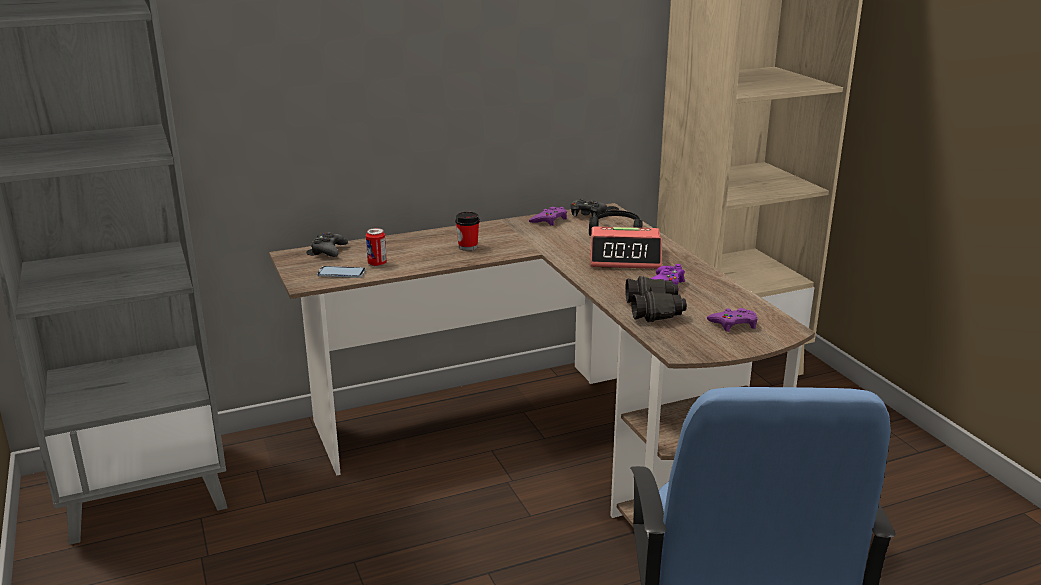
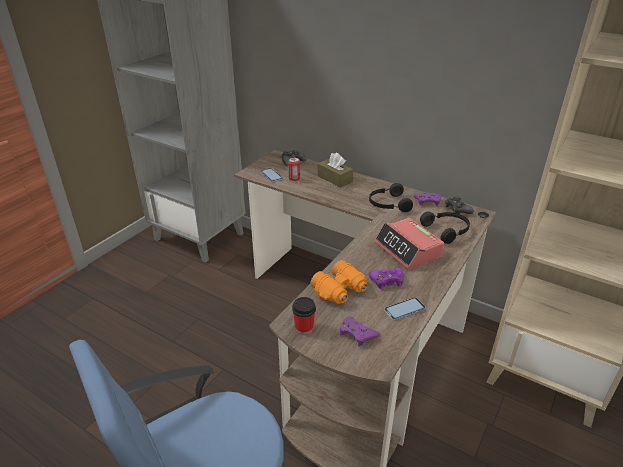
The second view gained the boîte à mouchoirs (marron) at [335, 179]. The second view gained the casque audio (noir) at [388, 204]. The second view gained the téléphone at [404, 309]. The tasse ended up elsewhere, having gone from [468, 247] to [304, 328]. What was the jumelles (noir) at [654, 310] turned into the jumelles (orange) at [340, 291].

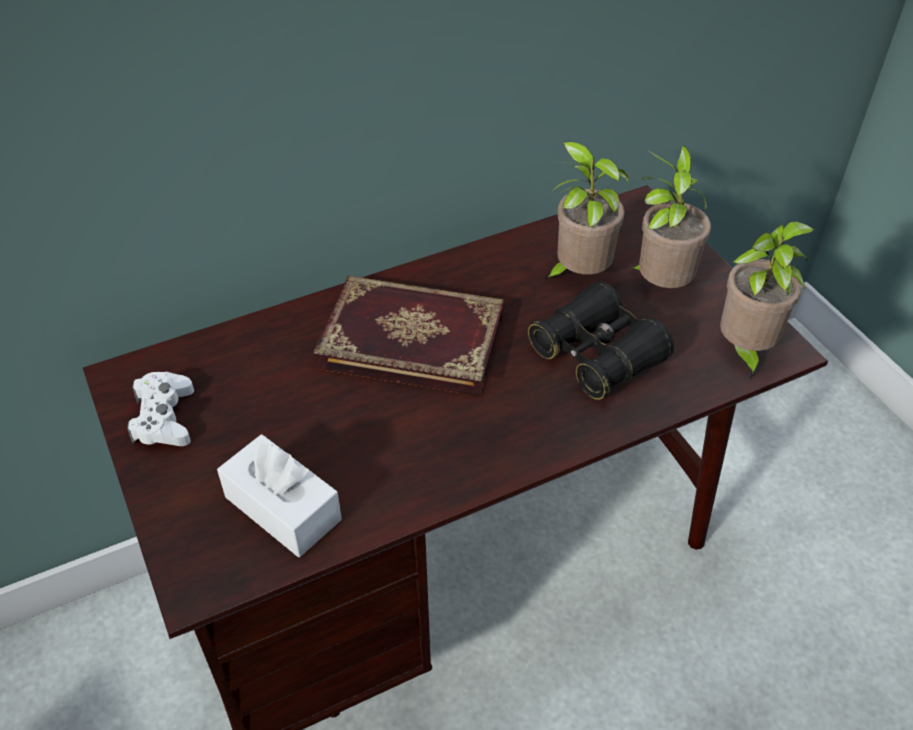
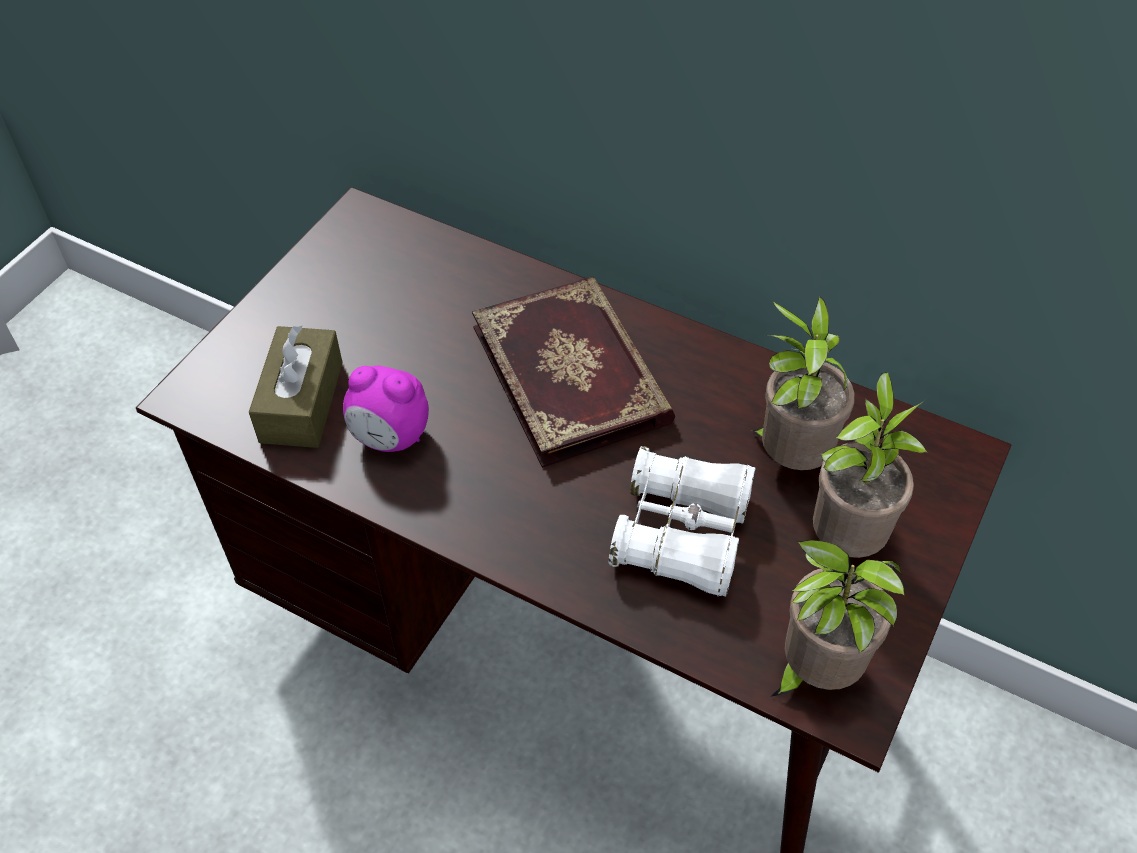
The second view lost the manette (blanc) at [164, 418]. The second view gained the réveil at [390, 437]. What was the boîte à mouchoirs (blanc) at [283, 508] turned into the boîte à mouchoirs (marron) at [301, 401]. What was the jumelles (noir) at [597, 355] turned into the jumelles (blanc) at [682, 534].

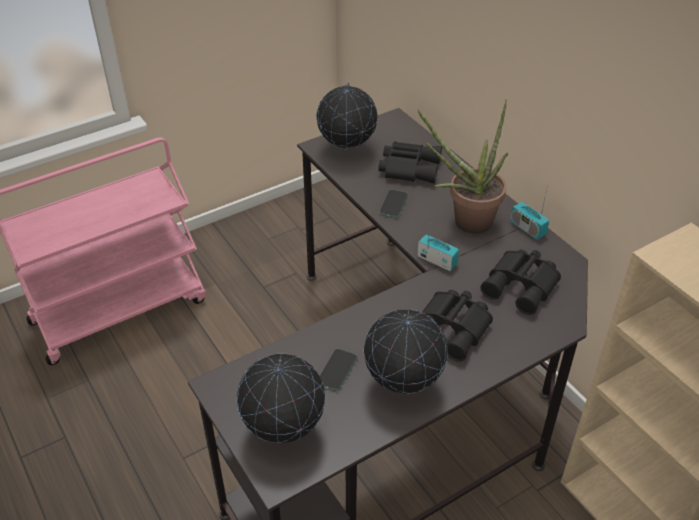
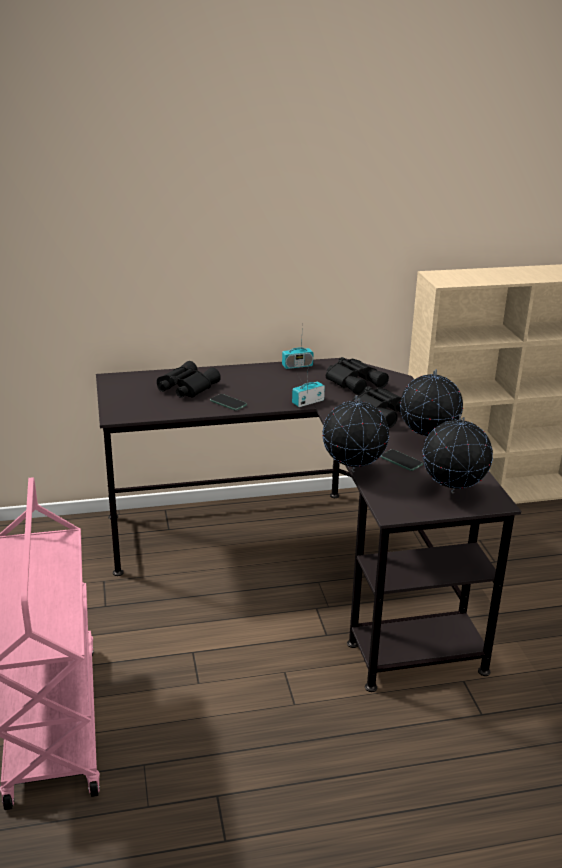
The second view lost the plante en pot at [464, 222]. The globe ended up elsewhere, having gone from [347, 149] to [353, 470].

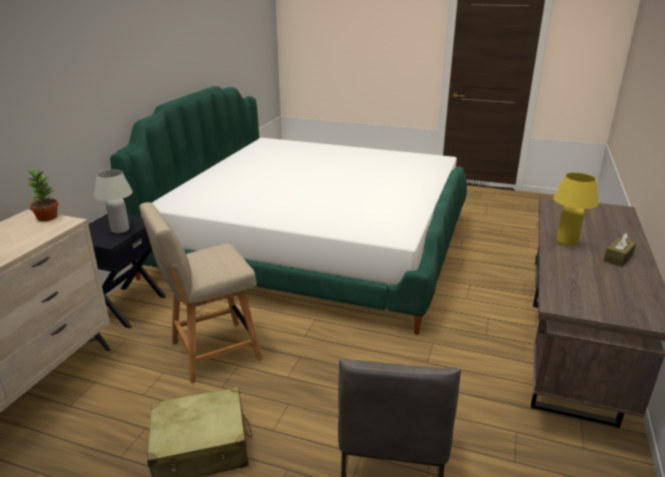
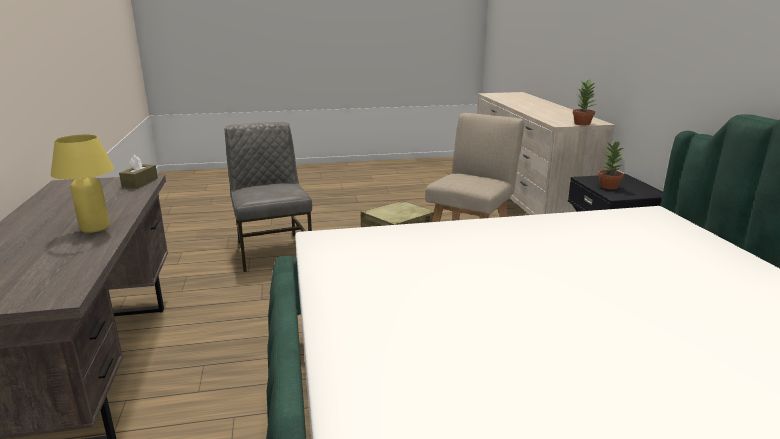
The boîte à mouchoirs (marron) ended up elsewhere, having gone from [618, 258] to [140, 183]. Where the lampe de table (blanc) stood at [120, 230], the plante en pot came to stand at [608, 186].

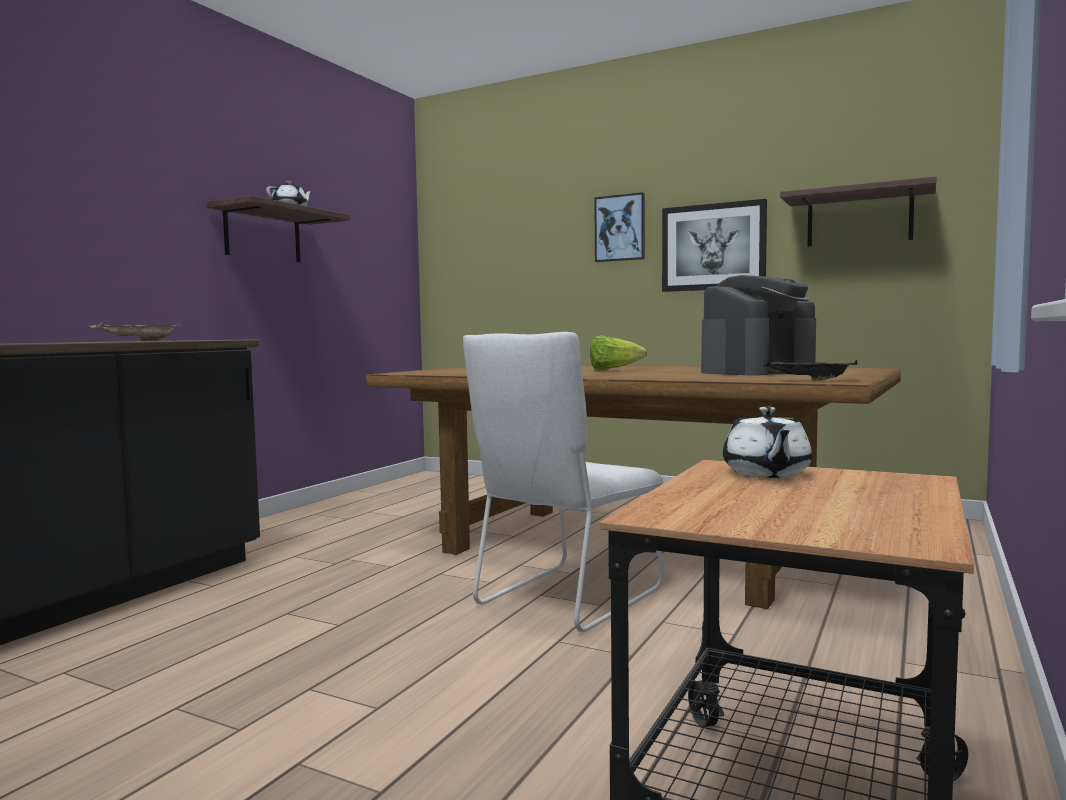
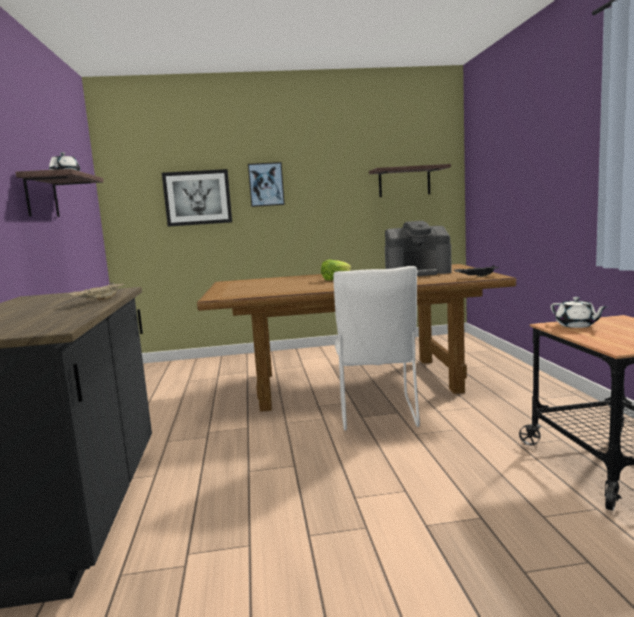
The tableau ended up elsewhere, having gone from [713, 247] to [197, 198]. The machine à café at [758, 371] ended up facing another way, 75 degrees clockwise from before.

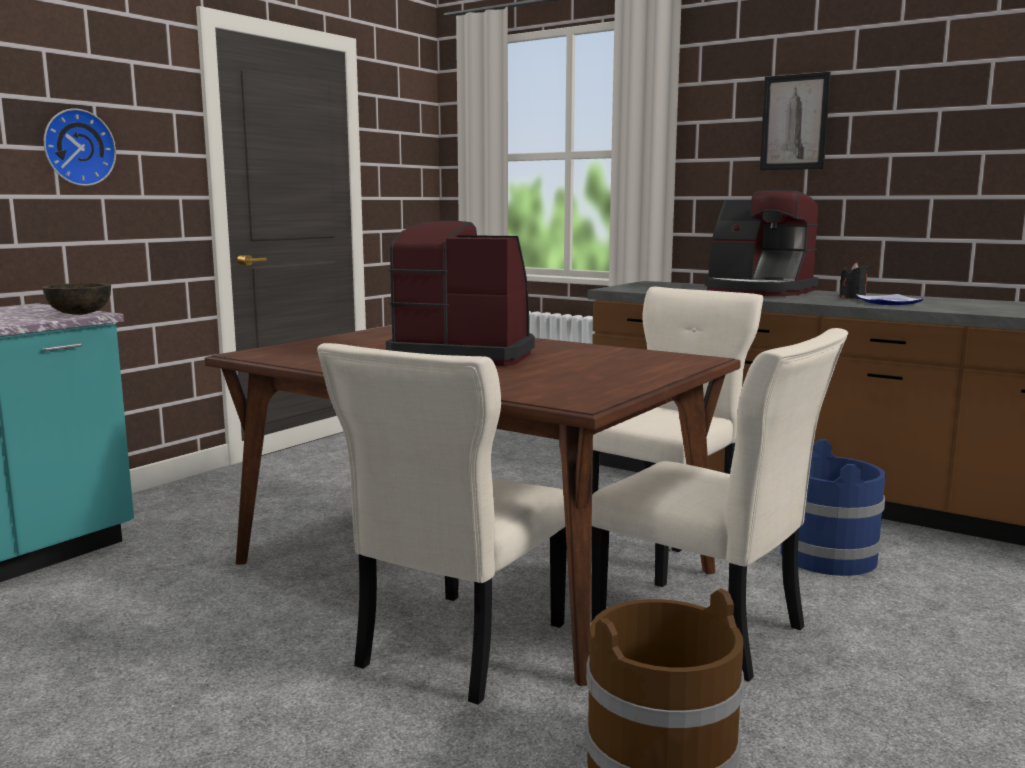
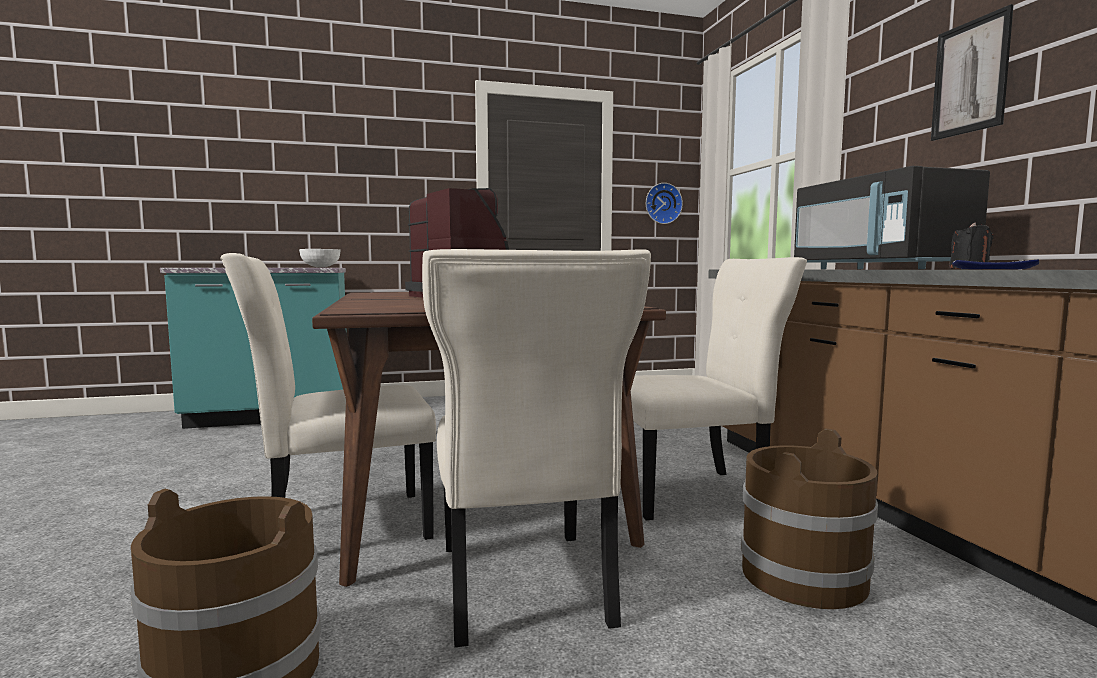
The horloge murale ended up elsewhere, having gone from [77, 147] to [662, 203]. Where the machine à café stood at [757, 291], the micro-ondes (noir) came to stand at [878, 269]. What was the bol (marron) at [79, 314] turned into the bol (blanc) at [320, 267]. What was the seau (bleu) at [828, 557] turned into the seau (marron) at [803, 576].

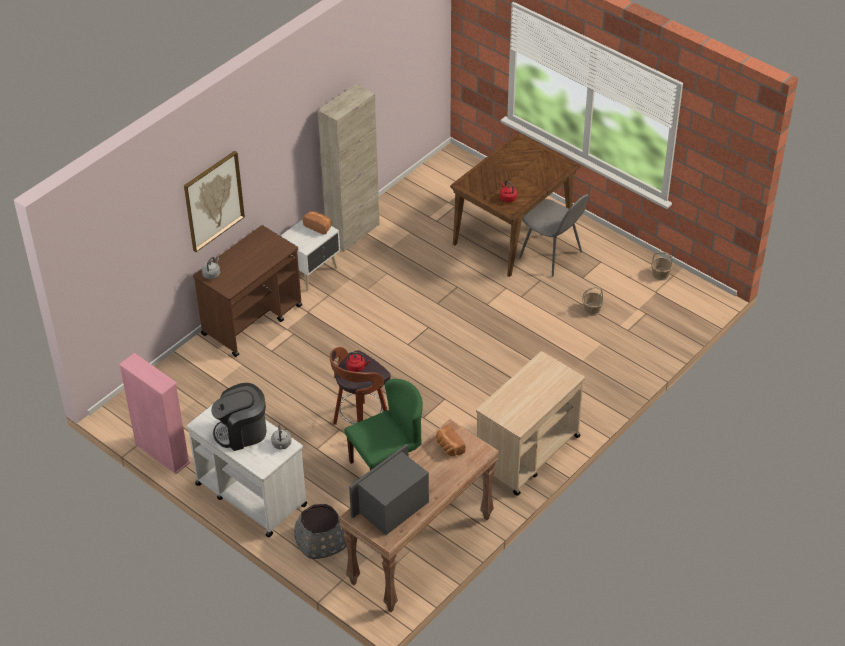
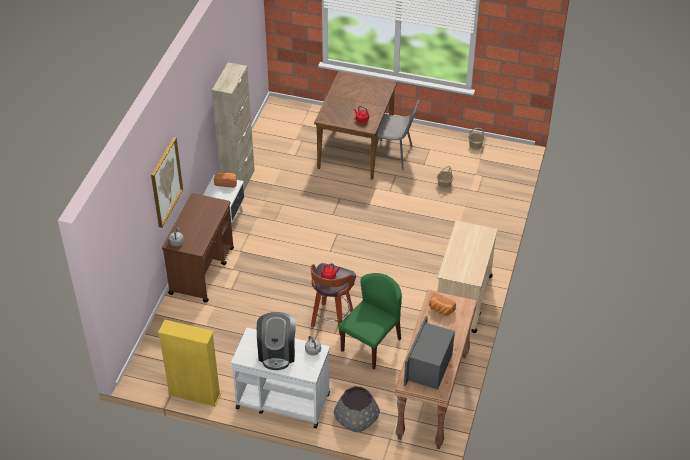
What was the bibliothèque (rose) at [162, 453] turned into the bibliothèque (jaune) at [194, 394]. The machine à café at [242, 432] ended up facing another way, 45 degrees counterclockwise from before.

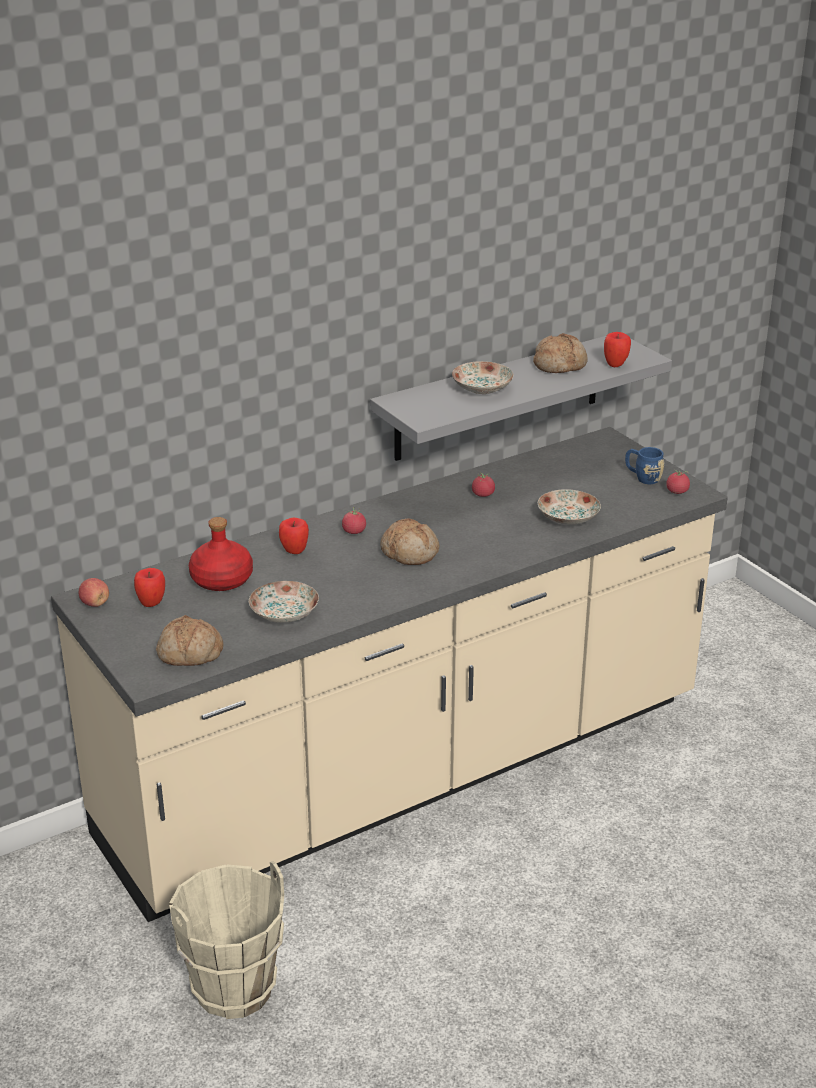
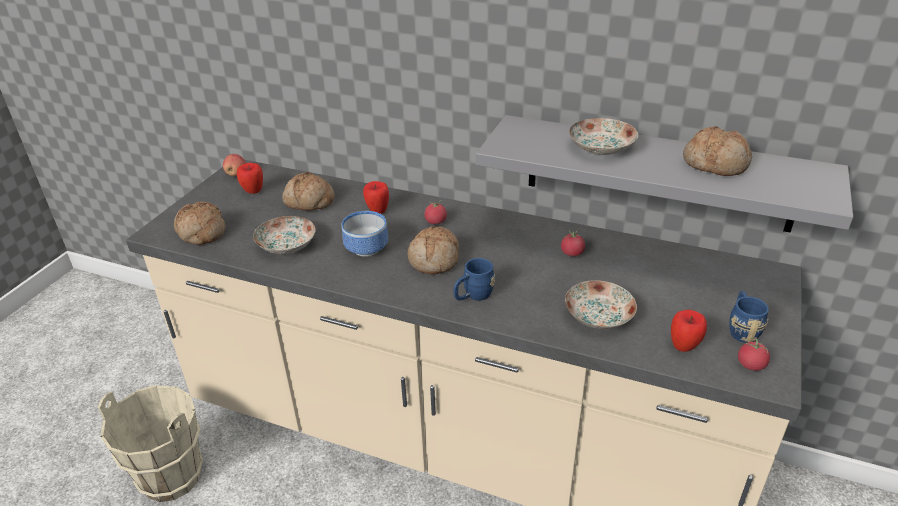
The second view gained the bol at [368, 248]. The second view gained the mug (bleu) at [473, 296]. The pomme ended up elsewhere, having gone from [615, 365] to [683, 347]. Where the bouteille (rouge) stood at [221, 580], the pain came to stand at [308, 202].

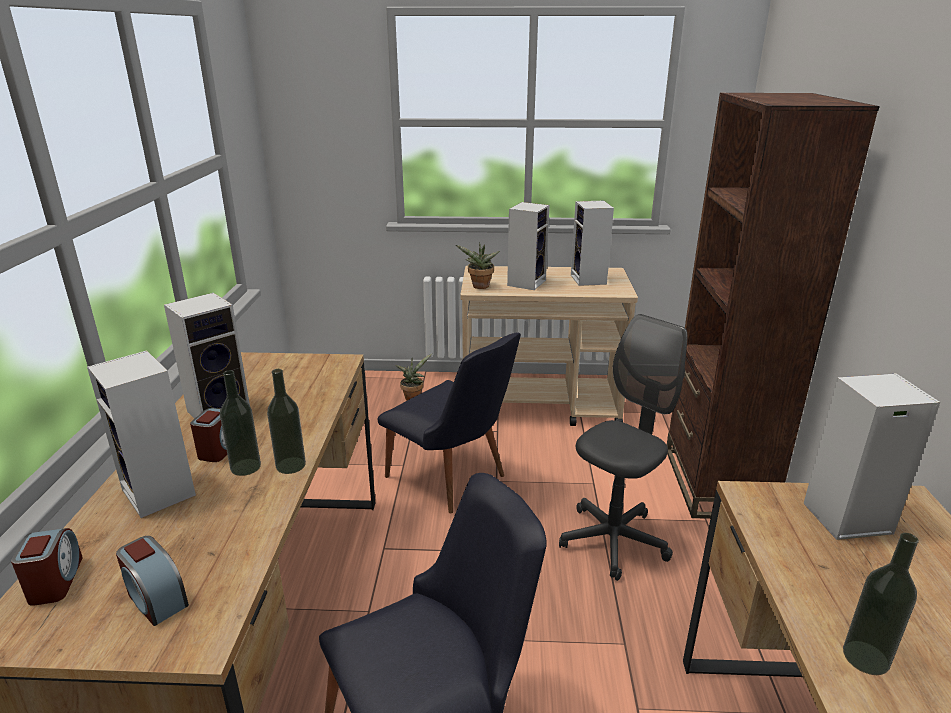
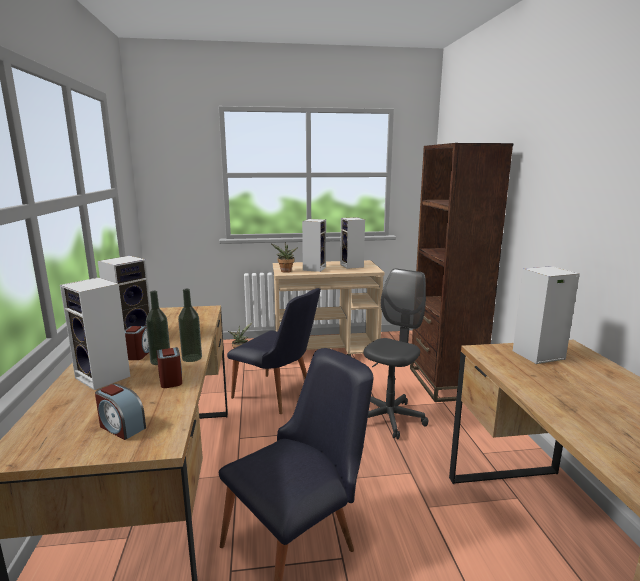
The second view lost the bouteille at [865, 657]. The réveil ended up elsewhere, having gone from [55, 581] to [170, 379].

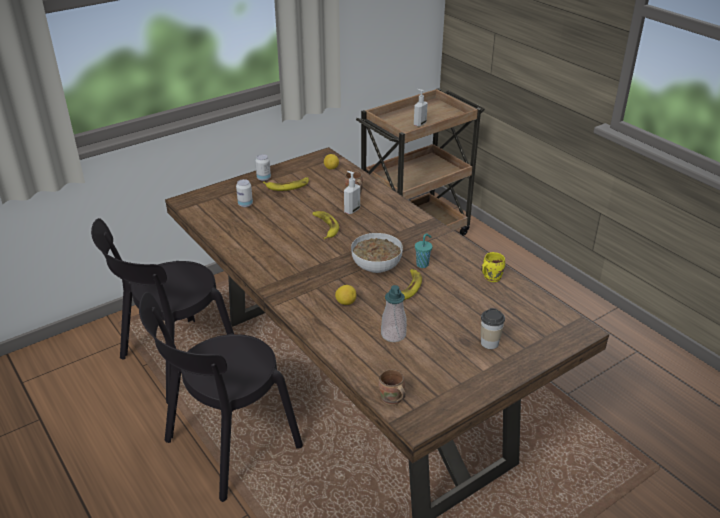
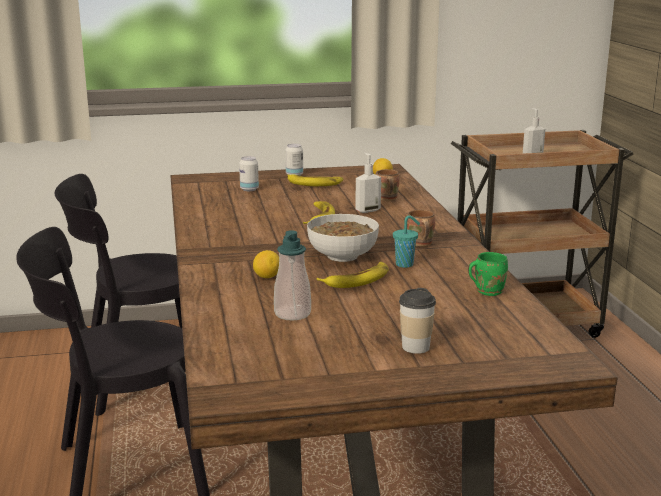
The mug (marron) ended up elsewhere, having gone from [391, 400] to [419, 244]. What was the mug (jaune) at [490, 277] turned into the mug (vert) at [487, 291].

